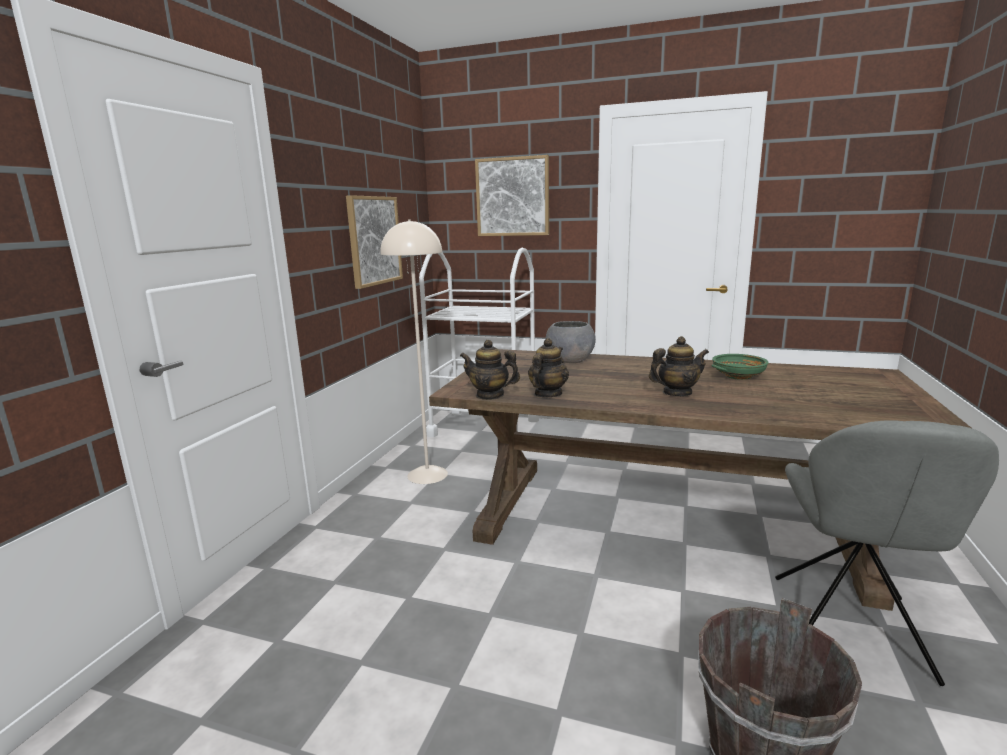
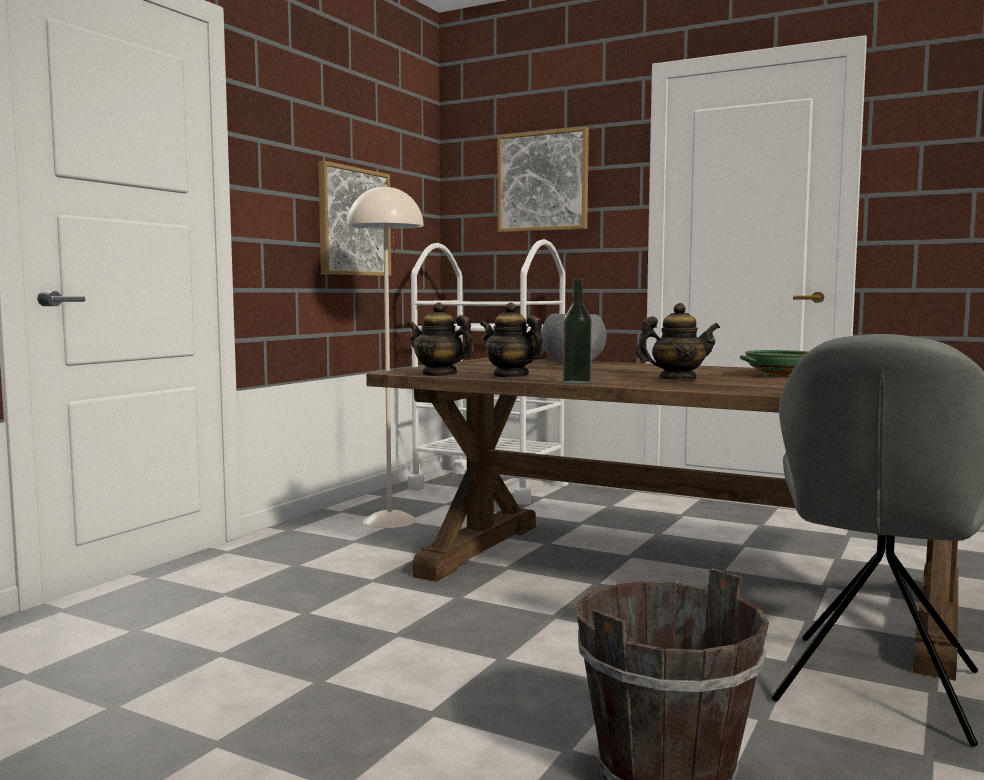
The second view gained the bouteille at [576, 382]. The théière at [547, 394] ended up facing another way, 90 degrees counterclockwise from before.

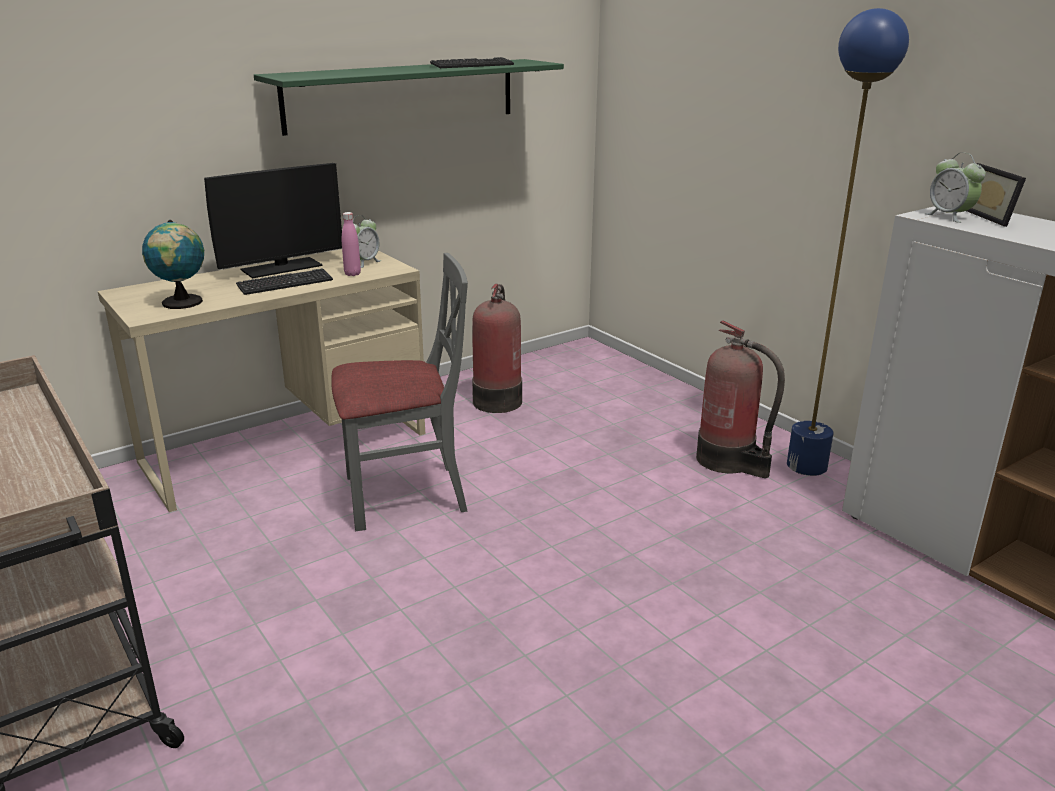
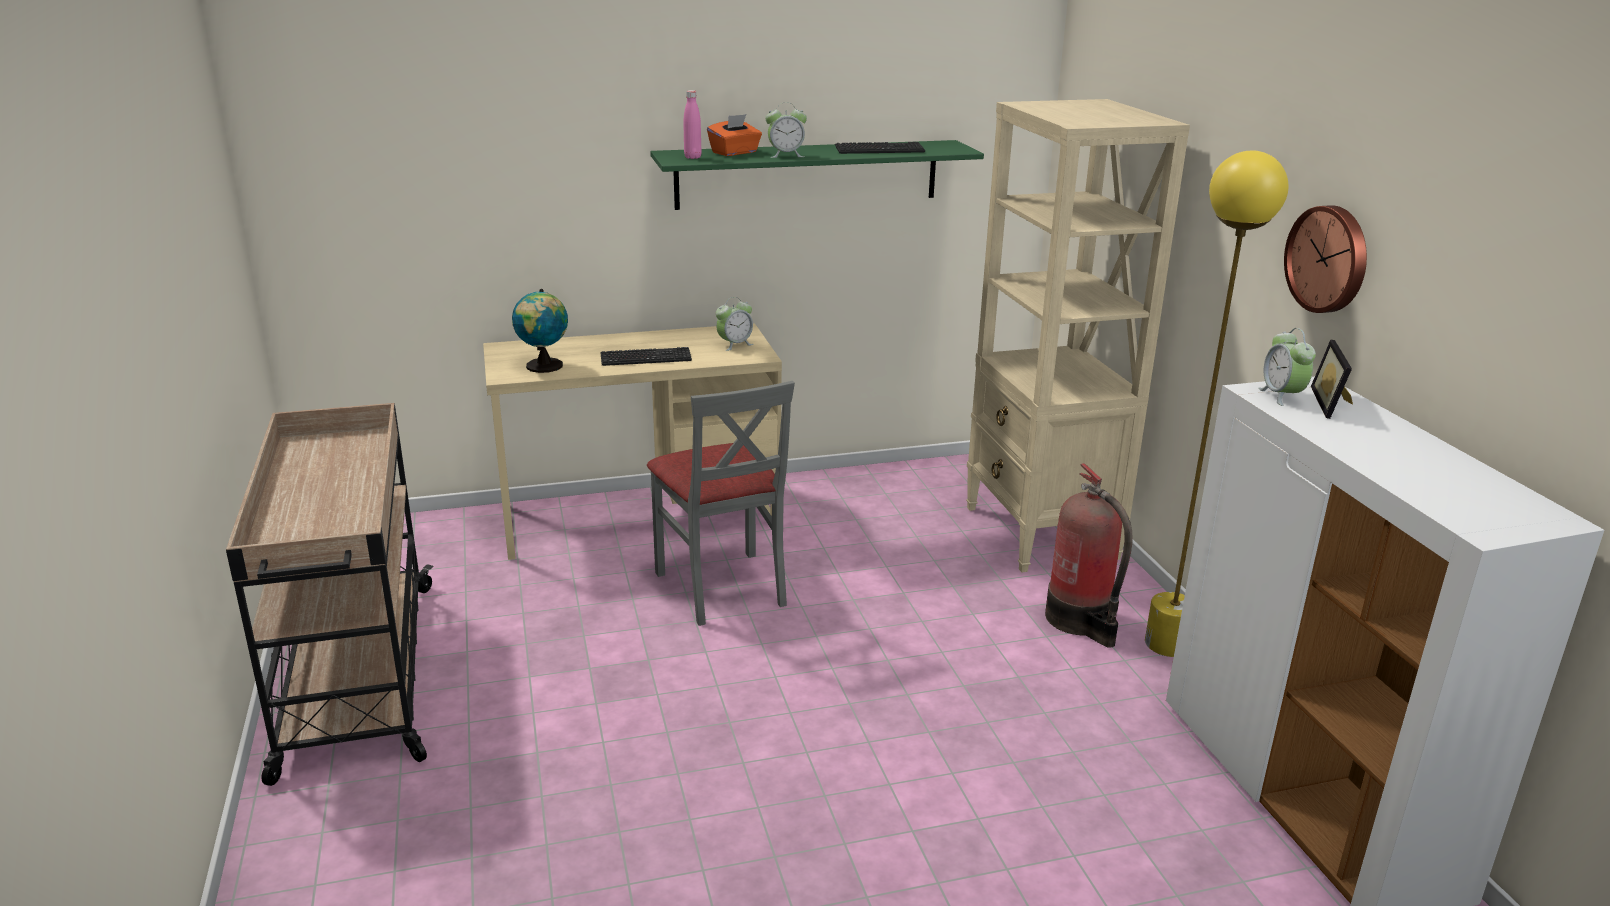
The second view lost the écran d'ordinateur at [281, 267]. The second view lost the extincteur at [498, 400]. The second view gained the boîte à mouchoirs (orange) at [735, 152]. The second view gained the réveil at [786, 155]. The second view gained the bibliothèque (beige) at [1041, 533]. The second view gained the horloge murale at [1329, 259]. The bouteille (rose) ended up elsewhere, having gone from [352, 274] to [692, 157]. What was the lampadaire (bleu) at [807, 466] turned into the lampadaire (jaune) at [1168, 644]. The chaise (gris) at [405, 495] ended up facing another way, 60 degrees clockwise from before.

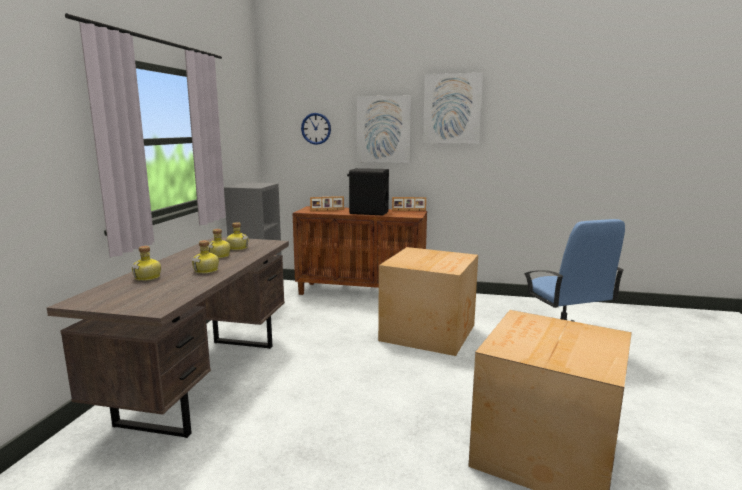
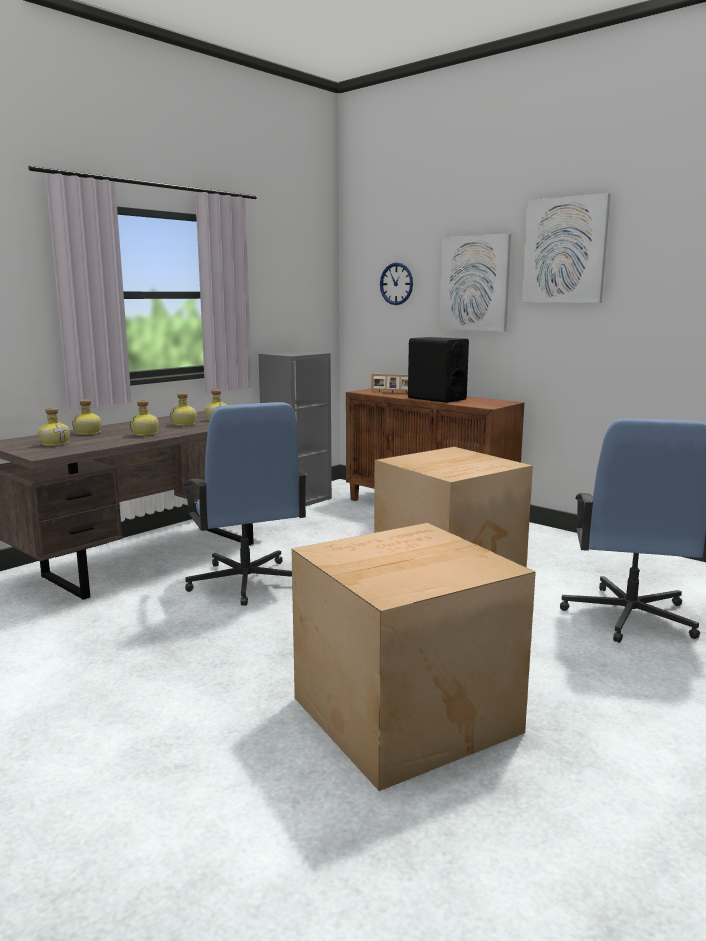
The second view lost the cadre photo at [409, 210]. The second view gained the bouteille at [55, 443]. The second view gained the chaise de bureau (bleu) at [245, 582].

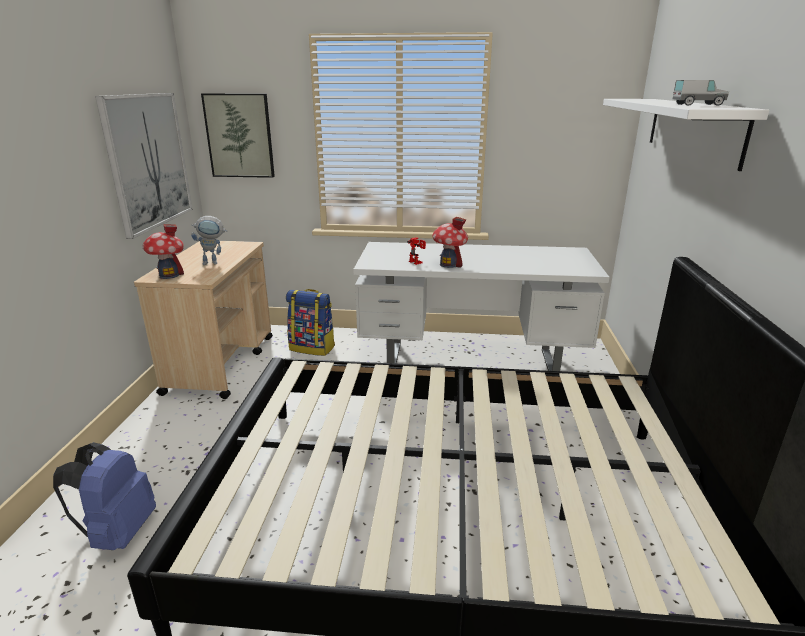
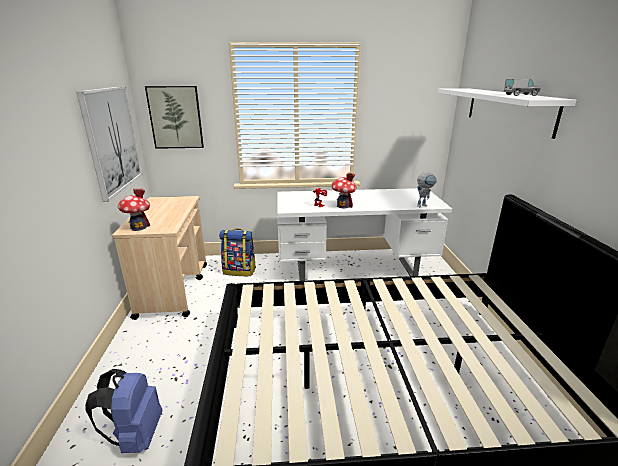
The robot jouet ended up elsewhere, having gone from [214, 263] to [423, 205].

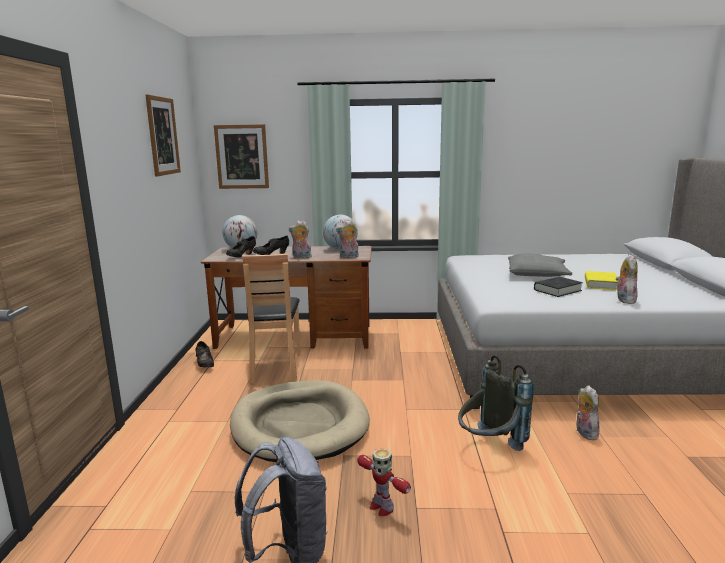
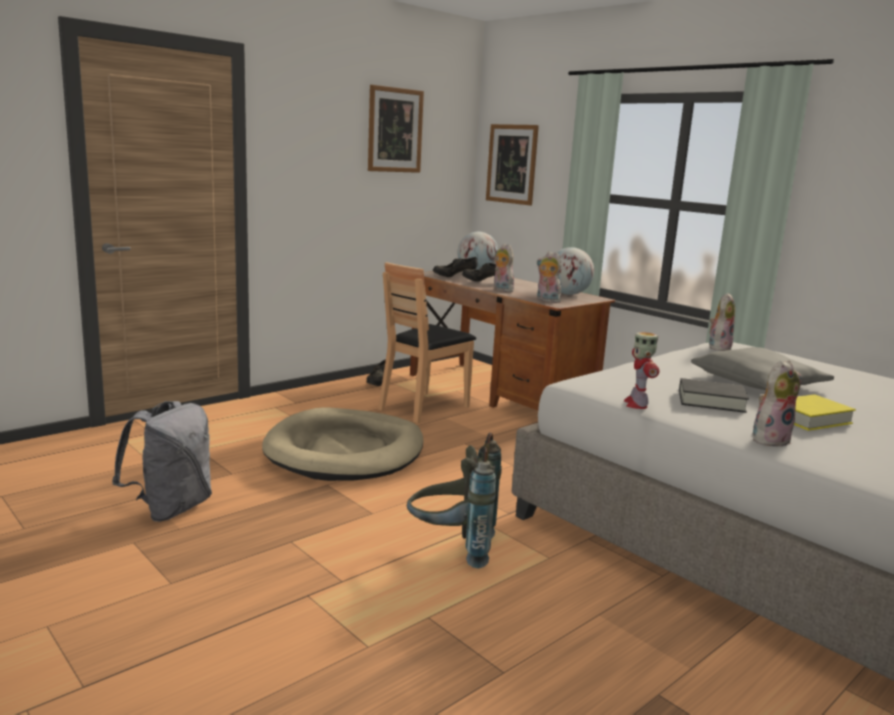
The robot jouet ended up elsewhere, having gone from [381, 507] to [636, 404]. The peluche ended up elsewhere, having gone from [584, 433] to [718, 347].

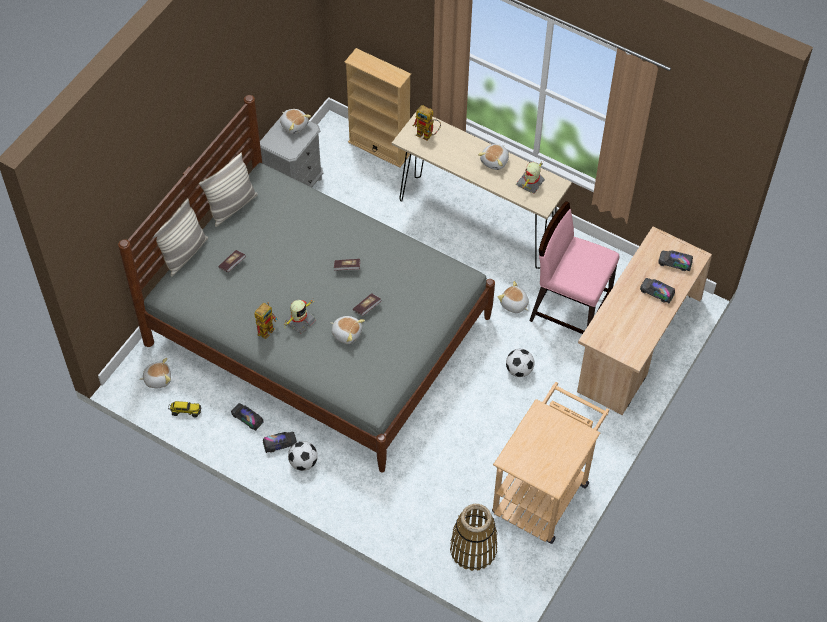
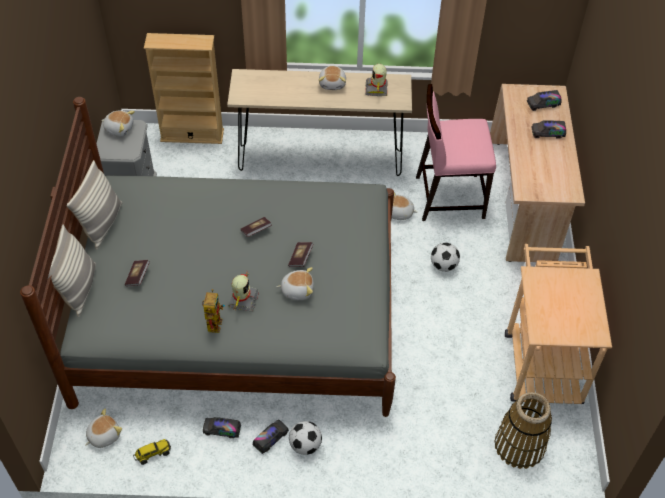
The second view lost the robot jouet at [427, 135].

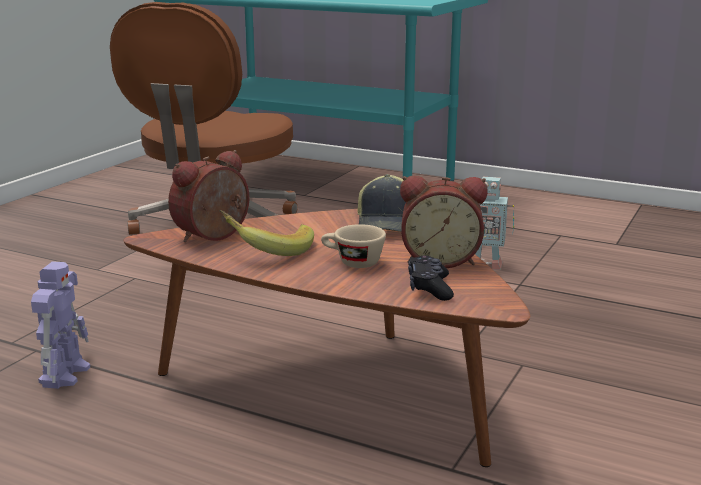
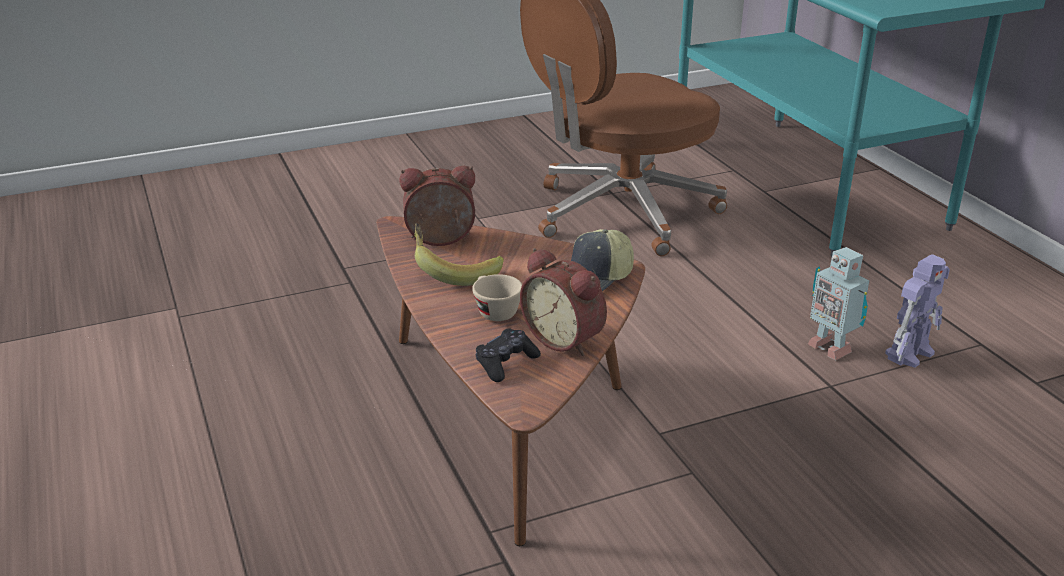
The robot jouet ended up elsewhere, having gone from [65, 373] to [910, 353].

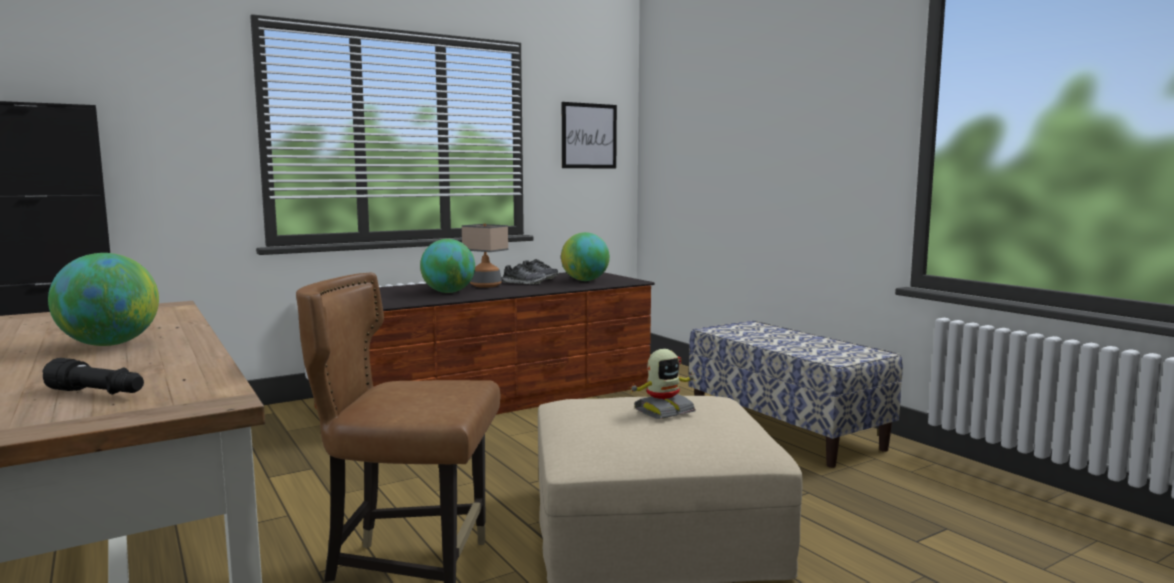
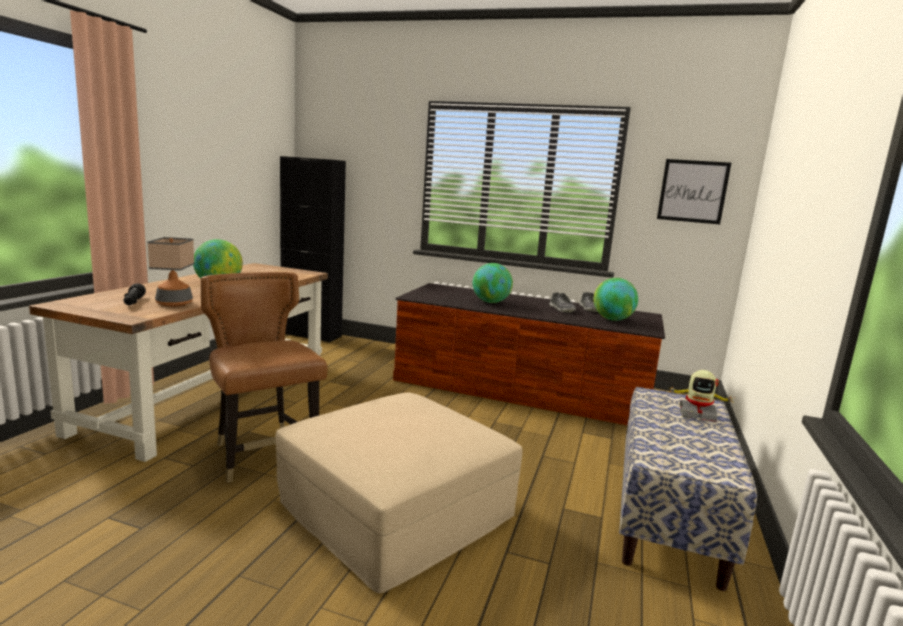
The lampe de table ended up elsewhere, having gone from [486, 286] to [174, 304]. The robot jouet ended up elsewhere, having gone from [663, 411] to [696, 414].

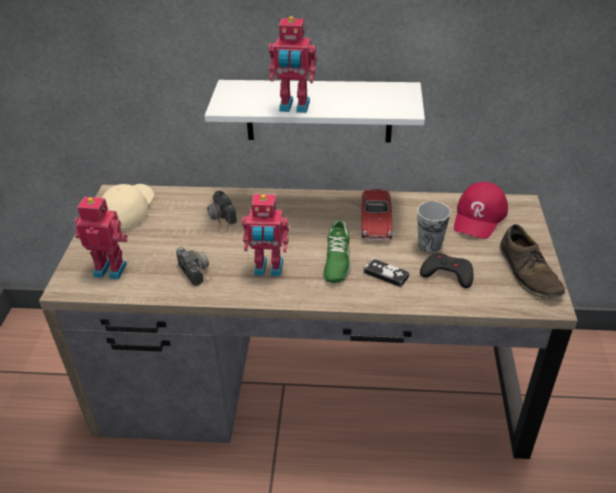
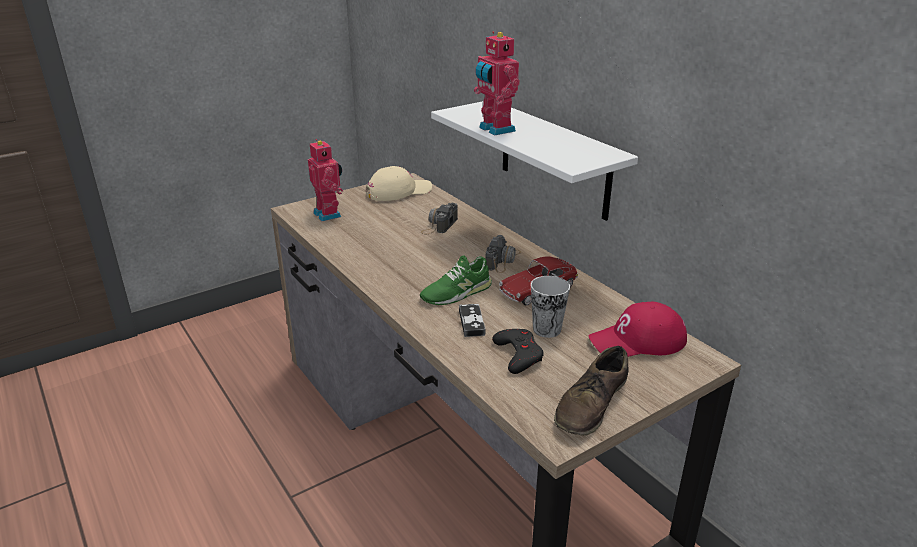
The second view lost the robot jouet at [268, 269]. The appareil photo ended up elsewhere, having gone from [195, 268] to [503, 260].

